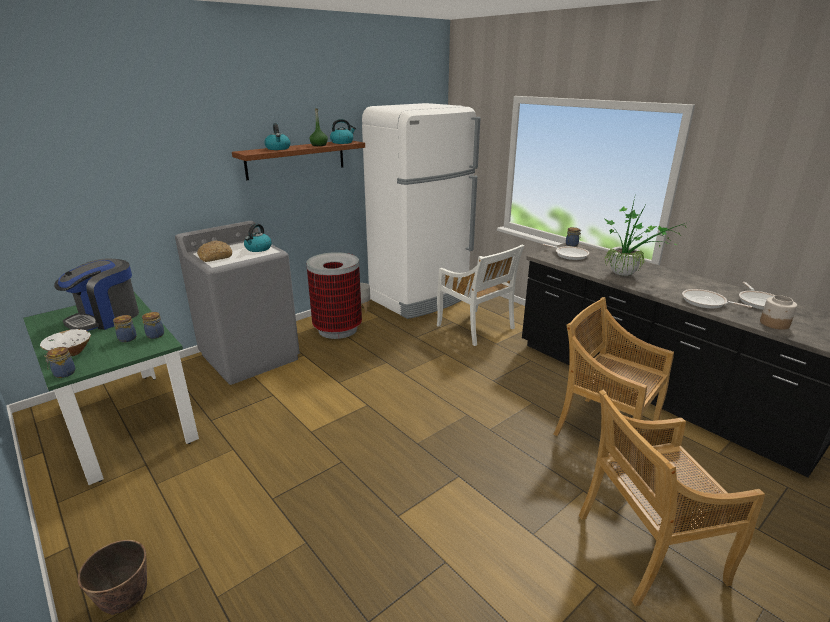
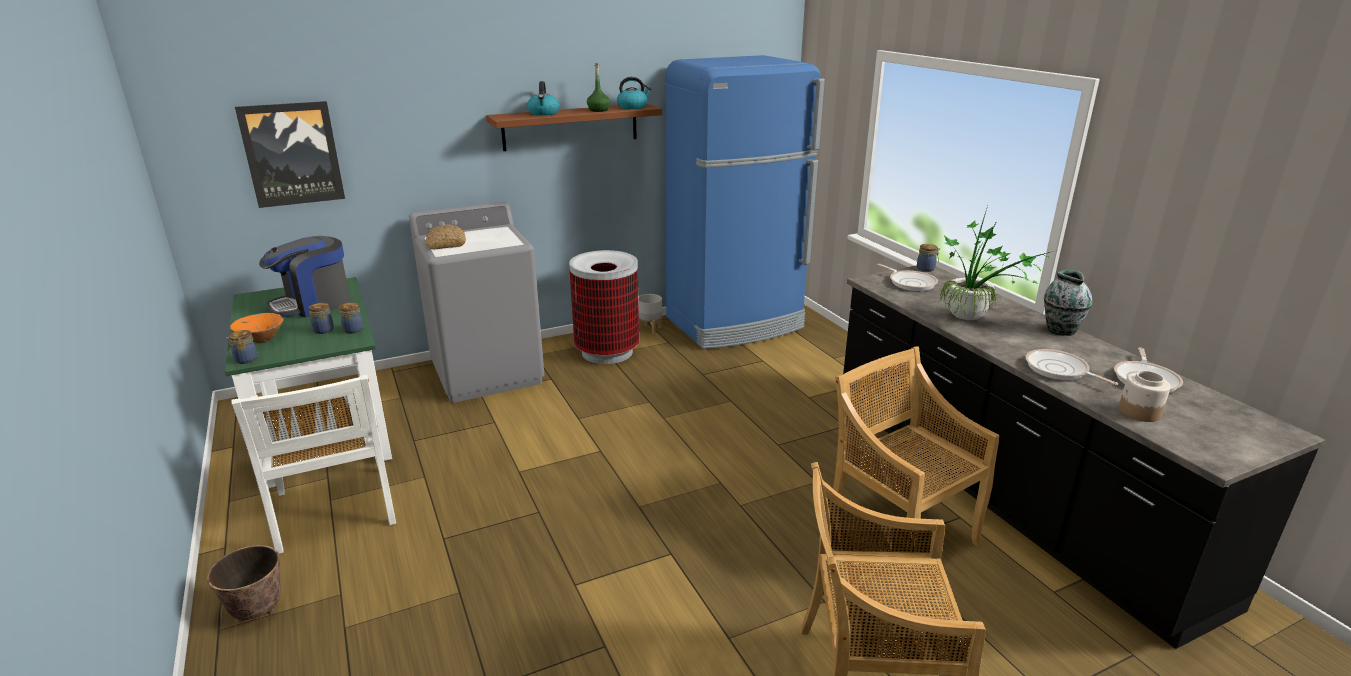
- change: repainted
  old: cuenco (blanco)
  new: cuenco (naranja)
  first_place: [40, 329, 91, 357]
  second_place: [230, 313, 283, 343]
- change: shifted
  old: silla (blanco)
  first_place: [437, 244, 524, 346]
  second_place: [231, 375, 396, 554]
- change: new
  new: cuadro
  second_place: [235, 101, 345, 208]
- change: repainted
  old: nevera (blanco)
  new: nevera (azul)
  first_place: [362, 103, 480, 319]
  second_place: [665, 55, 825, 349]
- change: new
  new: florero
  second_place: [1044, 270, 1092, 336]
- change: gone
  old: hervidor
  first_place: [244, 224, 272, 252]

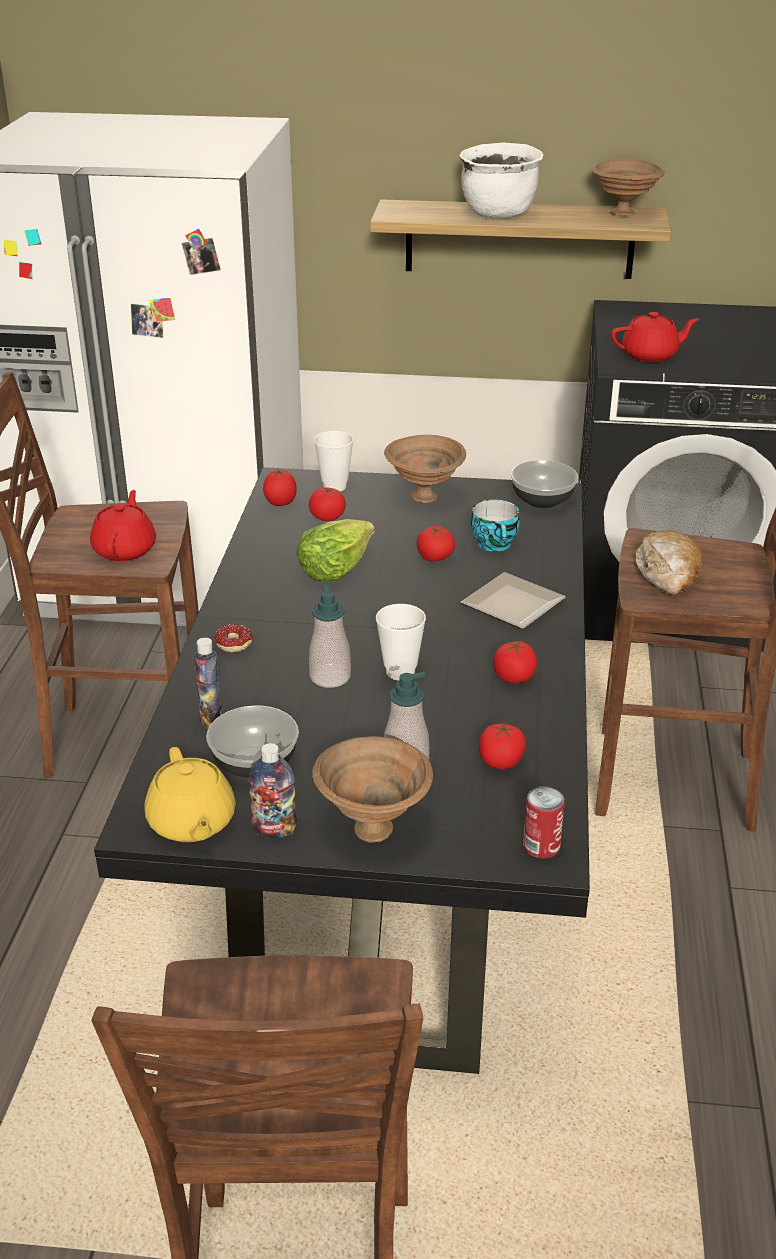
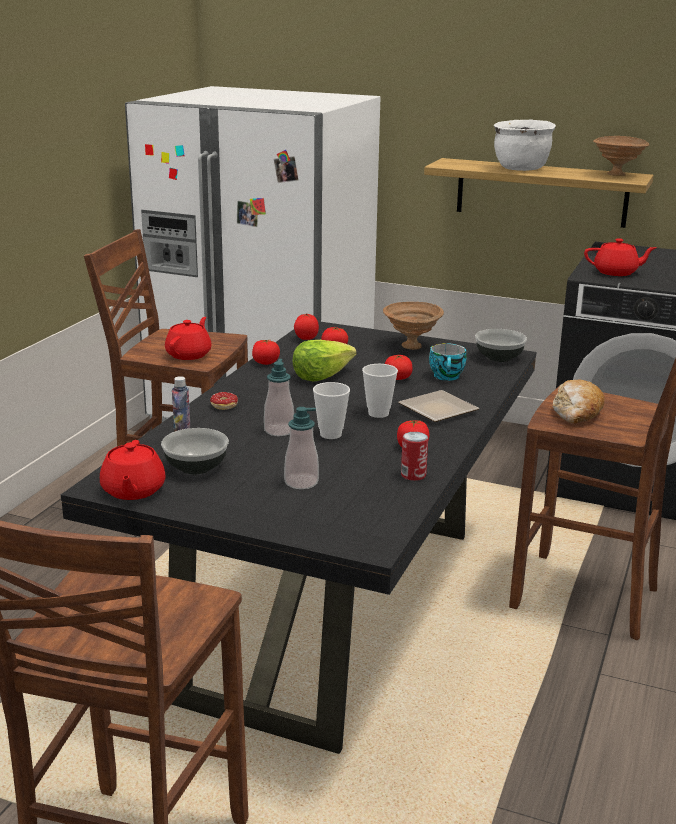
- change: repainted
  old: tetera (amarillo)
  new: tetera (rojo)
  first_place: [144, 747, 236, 842]
  second_place: [100, 440, 166, 500]
- change: shifted
  old: tomate
  first_place: [479, 722, 526, 769]
  second_place: [252, 340, 280, 365]
- change: shifted
  old: taza
  first_place: [314, 431, 354, 491]
  second_place: [362, 364, 398, 418]
- change: shifted
  old: lata
  first_place: [523, 787, 565, 858]
  second_place: [401, 432, 428, 481]
- change: gone
  old: botella
  first_place: [249, 743, 297, 838]
- change: gone
  old: cuenco (marrón)
  first_place: [312, 736, 433, 843]

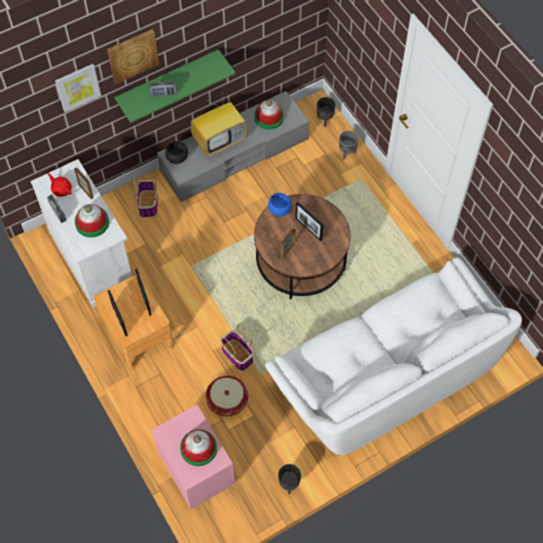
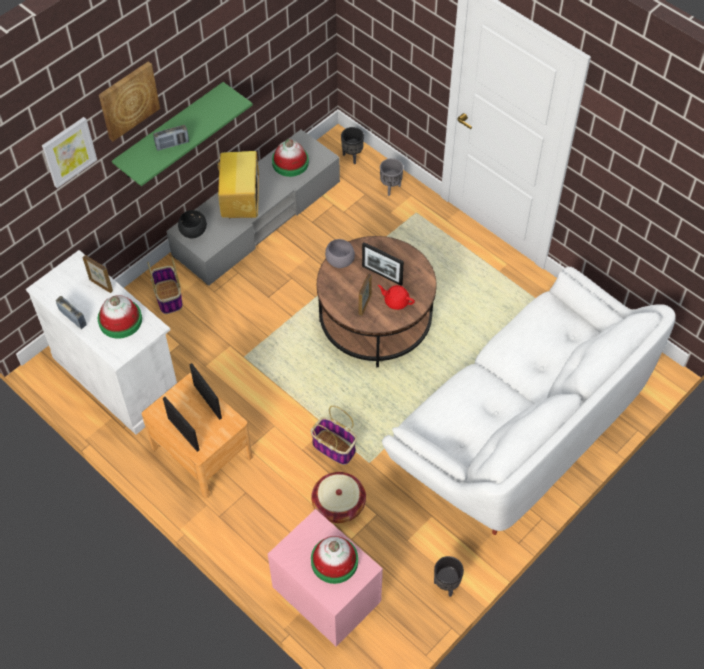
- change: rotated
  old: televisor
  first_place: [191, 92, 247, 157]
  second_place: [215, 138, 259, 218]
  degrees: -45
- change: repainted
  old: cuenco (azul)
  new: cuenco (gris)
  first_place: [268, 193, 292, 216]
  second_place: [325, 239, 355, 268]
- change: shifted
  old: tetera (rojo)
  first_place: [48, 173, 72, 197]
  second_place: [378, 285, 415, 310]

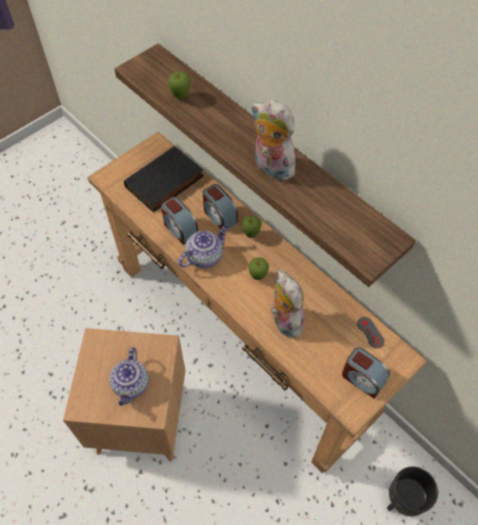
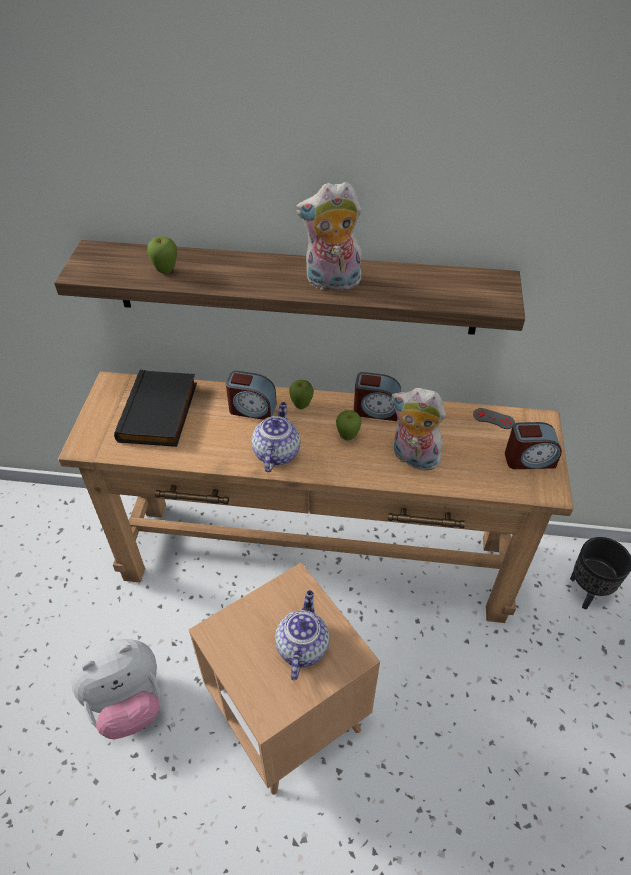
- change: new
  new: peluche
  second_place: [71, 639, 160, 739]
- change: rotated
  old: tetera
  first_place: [109, 347, 149, 406]
  second_place: [275, 590, 329, 680]
  degrees: -135
- change: shifted
  old: despertador
  first_place: [161, 197, 198, 245]
  second_place: [354, 372, 401, 421]

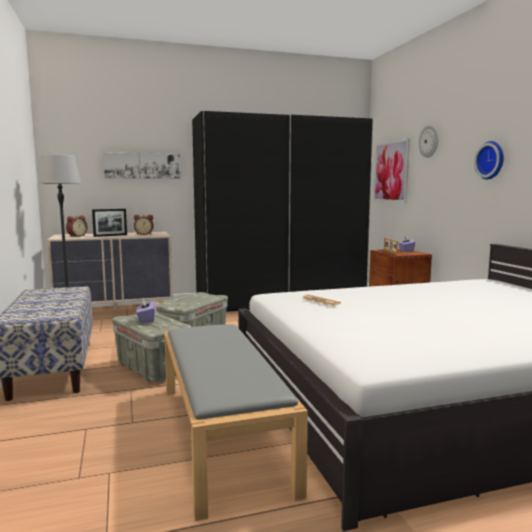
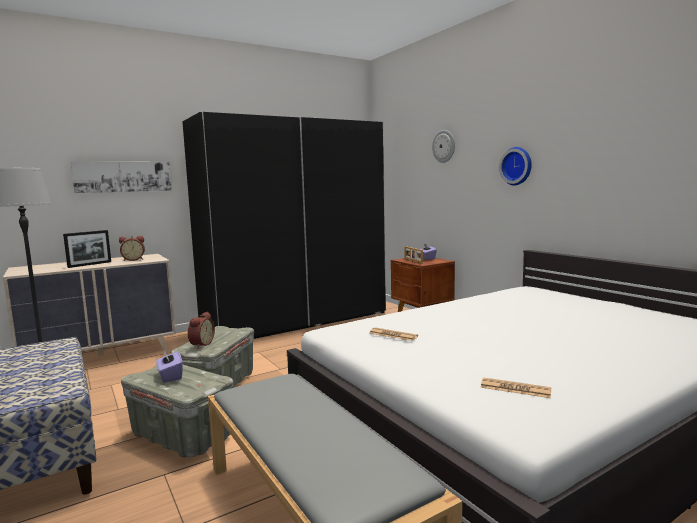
- change: shifted
  old: despertador
  first_place: [66, 215, 88, 237]
  second_place: [188, 312, 215, 348]
- change: new
  new: periódico
  second_place: [481, 378, 551, 398]
- change: gone
  old: cuadro
  first_place: [373, 138, 410, 203]

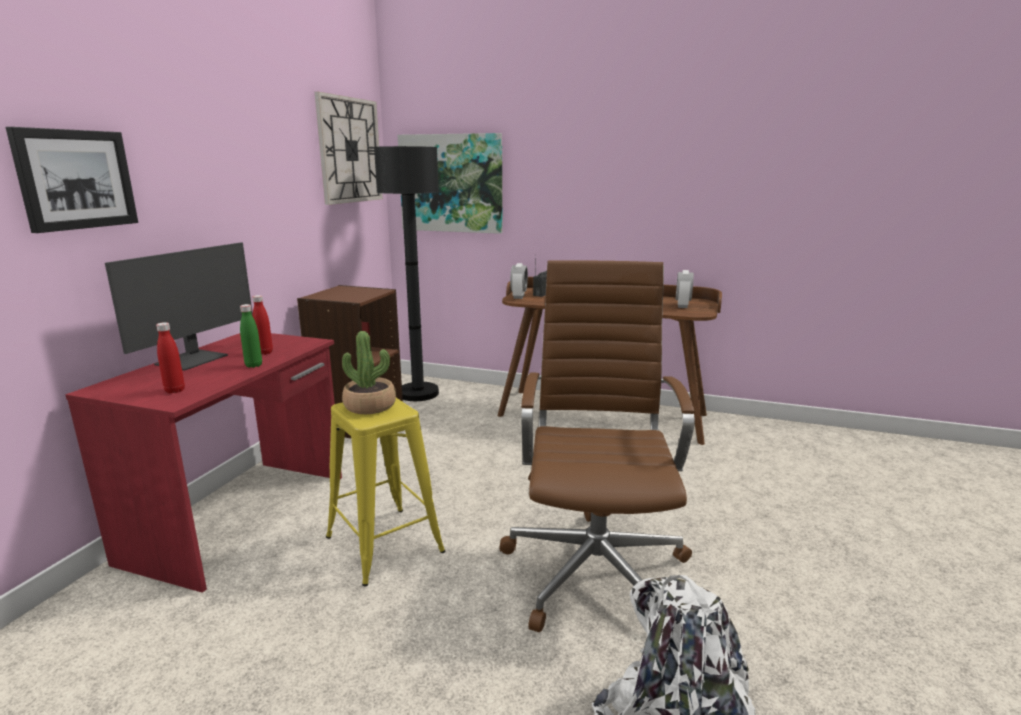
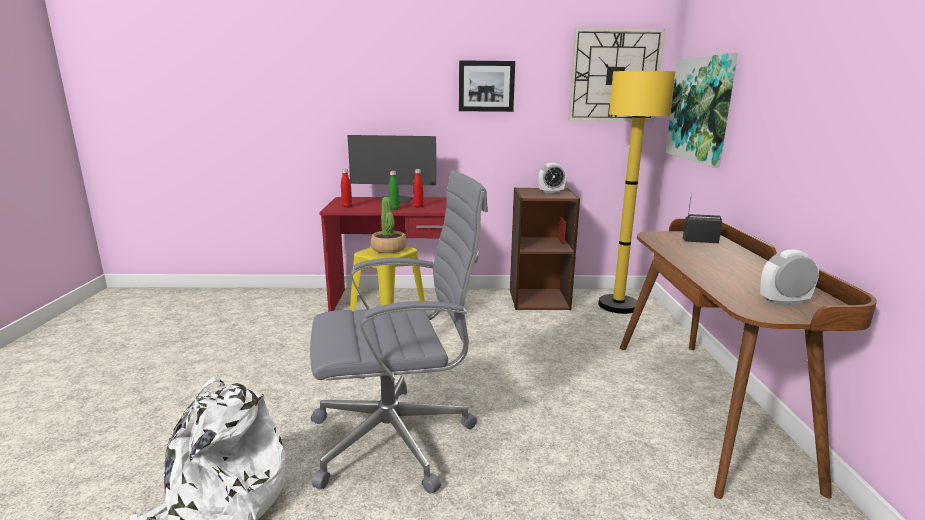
- change: repainted
  old: silla de oficina (marrón)
  new: silla de oficina (gris)
  first_place: [499, 260, 695, 632]
  second_place: [310, 170, 488, 494]
- change: shifted
  old: cuadro
  first_place: [6, 127, 138, 233]
  second_place: [459, 60, 515, 112]
- change: shifted
  old: despertador
  first_place: [510, 263, 528, 299]
  second_place: [538, 163, 566, 193]
- change: repainted
  old: lámpara de pie (negro)
  new: lámpara de pie (amarillo)
  first_place: [374, 146, 439, 401]
  second_place: [598, 71, 676, 314]

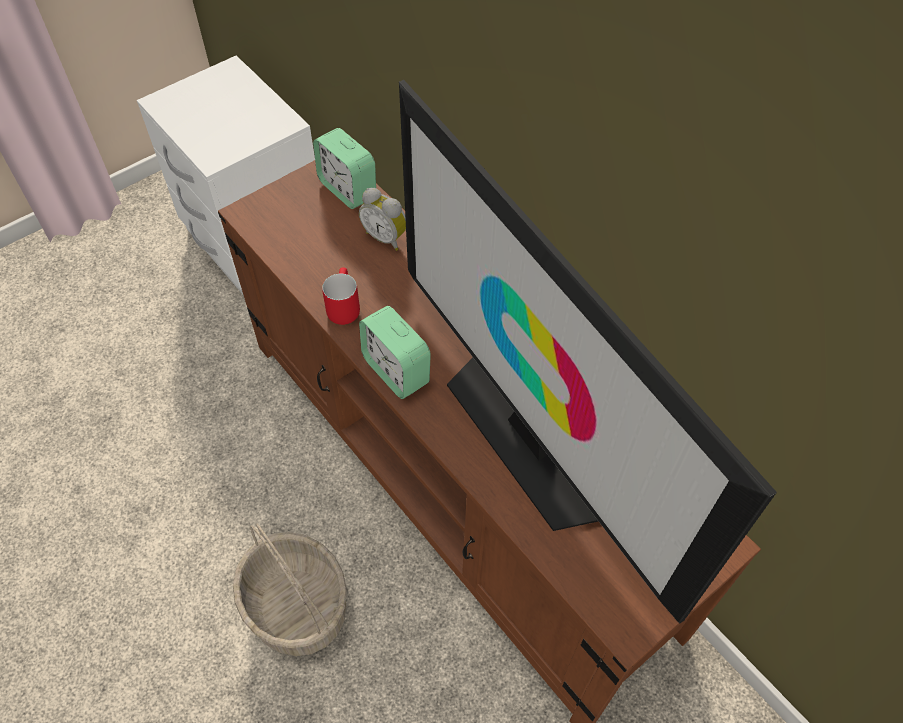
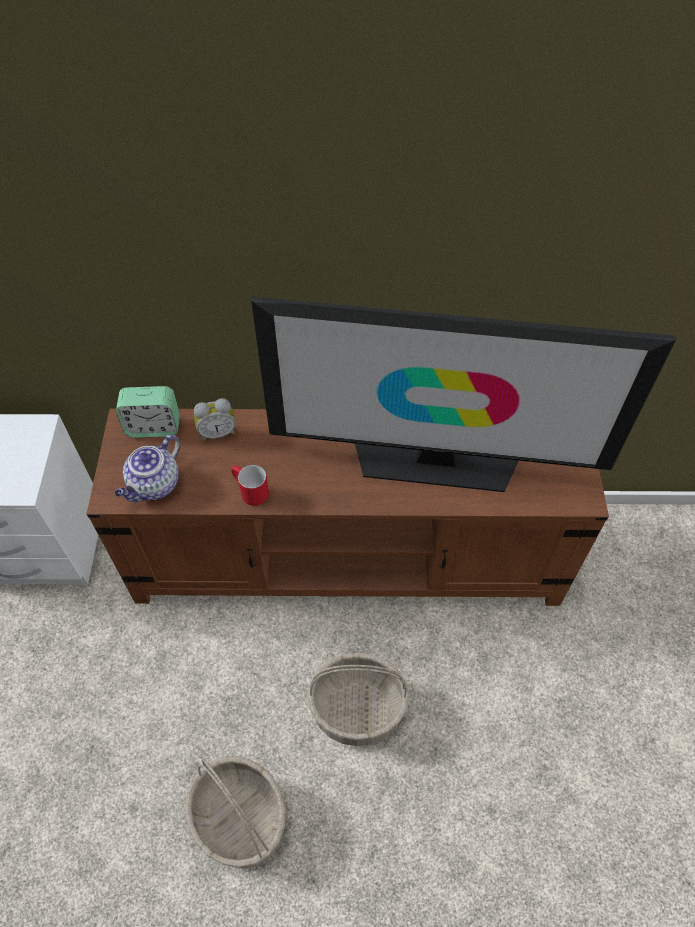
- change: new
  new: tetera
  second_place: [115, 435, 181, 502]
- change: new
  new: cesta
  second_place: [185, 756, 286, 869]
- change: gone
  old: despertador
  first_place: [359, 306, 431, 399]

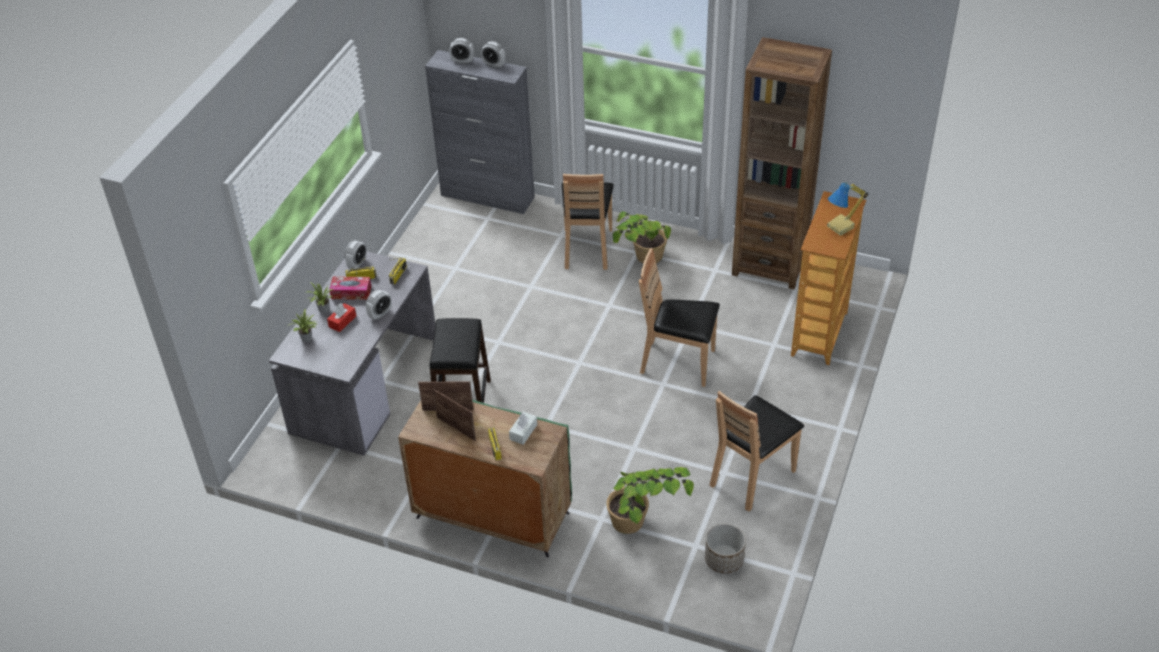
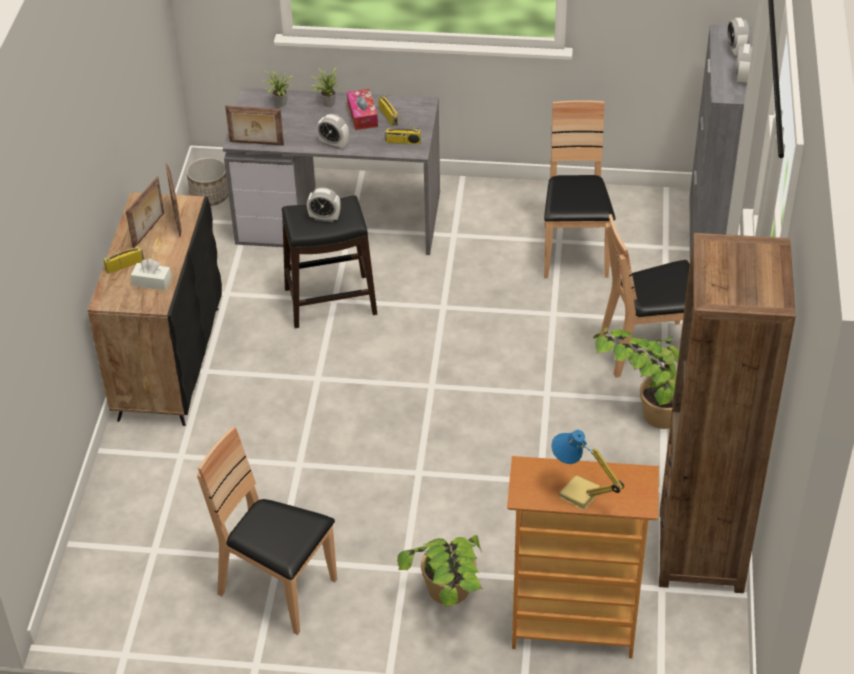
- change: repainted
  old: armario (verde)
  new: armario (negro)
  first_place: [398, 400, 572, 557]
  second_place: [88, 192, 222, 426]
- change: shifted
  old: maceta
  first_place: [705, 524, 746, 574]
  second_place: [186, 157, 229, 206]
- change: new
  new: portarretratos
  second_place: [225, 106, 284, 145]
- change: shifted
  old: despertador
  first_place: [345, 241, 366, 269]
  second_place: [307, 187, 341, 222]
- change: shifted
  old: planta en maceta
  first_place: [606, 467, 694, 534]
  second_place: [397, 535, 483, 607]
- change: shifted
  old: silla (marrón)
  first_place: [639, 248, 720, 387]
  second_place: [544, 100, 615, 278]
- change: gone
  old: caja de pañuelos (rojo)
  first_place: [327, 303, 356, 332]

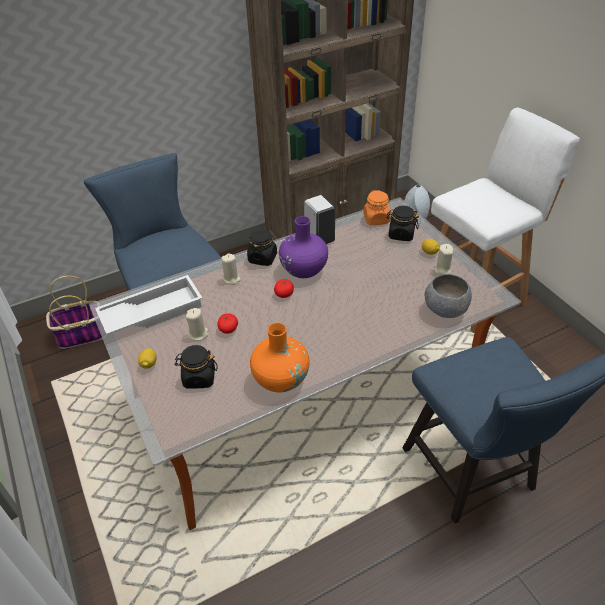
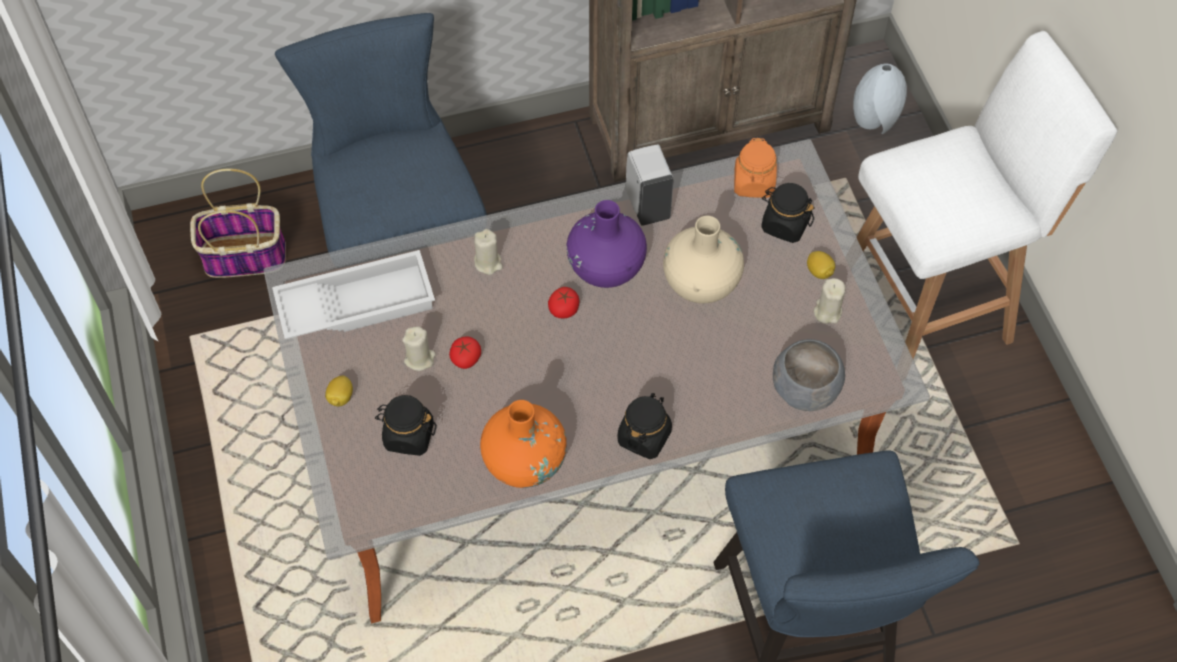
- change: shifted
  old: tarro (negro)
  first_place: [247, 228, 277, 266]
  second_place: [617, 393, 672, 459]
- change: new
  new: florero (beis)
  second_place: [663, 216, 744, 303]

